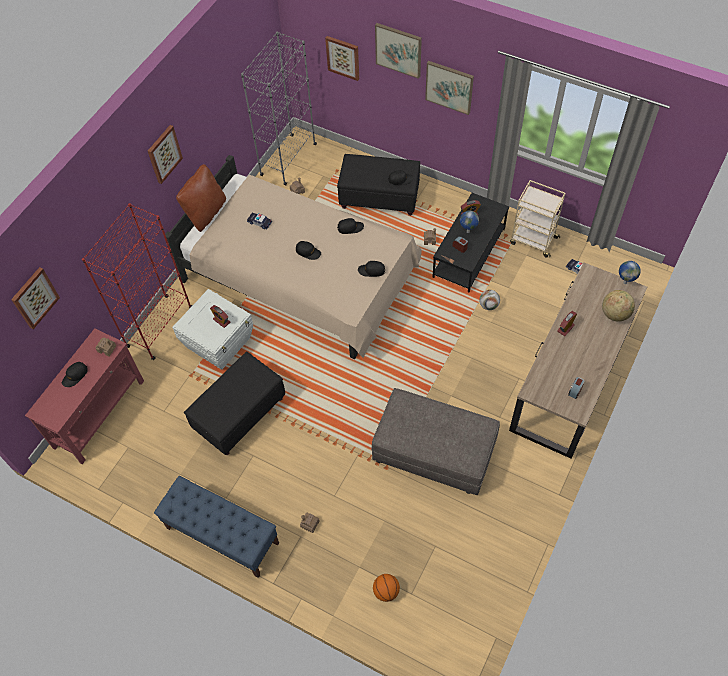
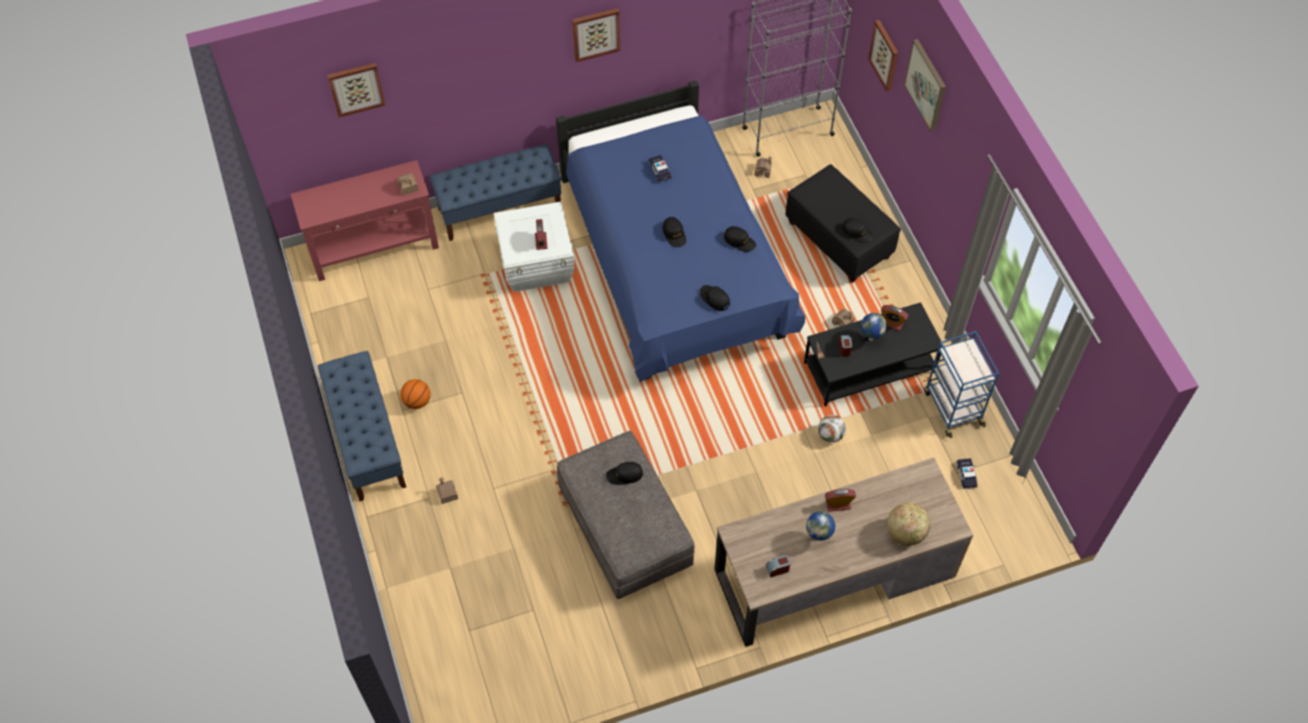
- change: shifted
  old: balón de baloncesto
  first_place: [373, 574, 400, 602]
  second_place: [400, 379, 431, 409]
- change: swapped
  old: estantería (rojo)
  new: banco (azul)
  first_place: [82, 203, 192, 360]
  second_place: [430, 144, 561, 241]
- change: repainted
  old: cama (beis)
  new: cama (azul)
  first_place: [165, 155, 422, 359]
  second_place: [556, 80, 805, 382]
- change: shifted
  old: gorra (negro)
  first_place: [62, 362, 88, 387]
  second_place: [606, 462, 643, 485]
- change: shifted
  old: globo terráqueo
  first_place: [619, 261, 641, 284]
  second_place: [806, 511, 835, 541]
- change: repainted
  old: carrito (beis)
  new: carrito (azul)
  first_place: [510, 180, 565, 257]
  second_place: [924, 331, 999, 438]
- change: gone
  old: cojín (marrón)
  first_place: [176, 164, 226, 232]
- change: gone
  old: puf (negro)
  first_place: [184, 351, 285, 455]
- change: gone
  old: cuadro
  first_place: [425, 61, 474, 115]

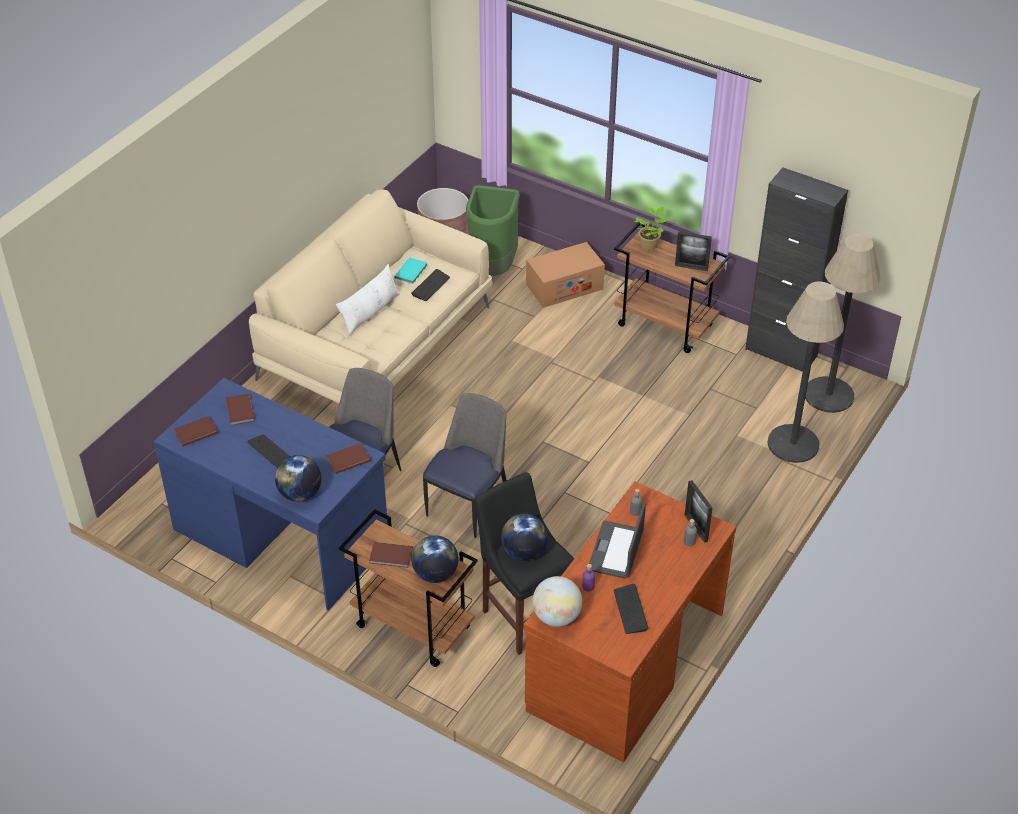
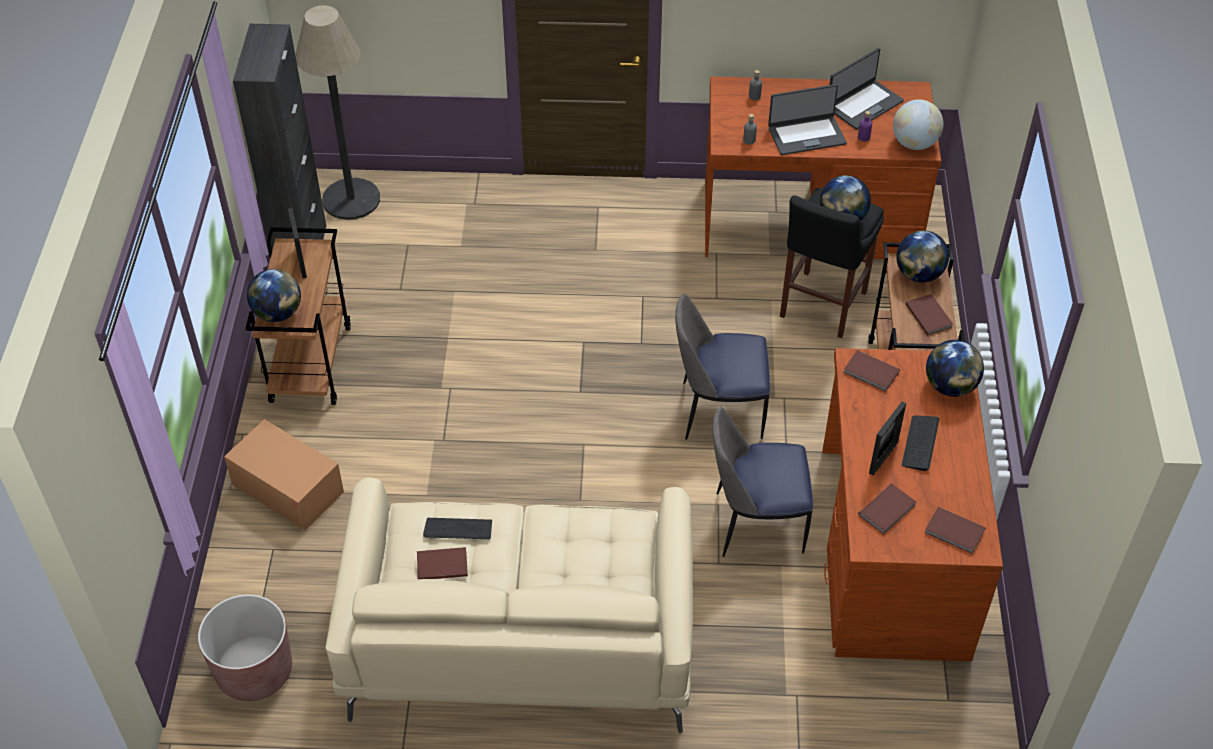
- change: swapped
  old: planta en maceta
  new: globo terráqueo
  first_place: [634, 207, 668, 251]
  second_place: [247, 269, 301, 322]
- change: repainted
  old: libro (turquesa)
  new: libro (marrón)
  first_place: [394, 257, 427, 284]
  second_place: [417, 547, 468, 579]
- change: repainted
  old: escritorio (azul)
  new: escritorio (marrón)
  first_place: [154, 378, 388, 611]
  second_place: [822, 348, 1003, 662]
- change: swapped
  old: teclado
  new: portátil
  first_place: [614, 584, 648, 634]
  second_place: [829, 48, 904, 129]
- change: shifted
  old: portarretratos
  first_place: [685, 480, 712, 543]
  second_place: [869, 402, 906, 476]
- change: gone
  old: cojín (blanco)
  first_place: [336, 264, 400, 336]
- change: gone
  old: papelera (verde)
  first_place: [466, 185, 520, 276]
- change: gone
  old: lámpara de pie
  first_place: [767, 281, 844, 463]

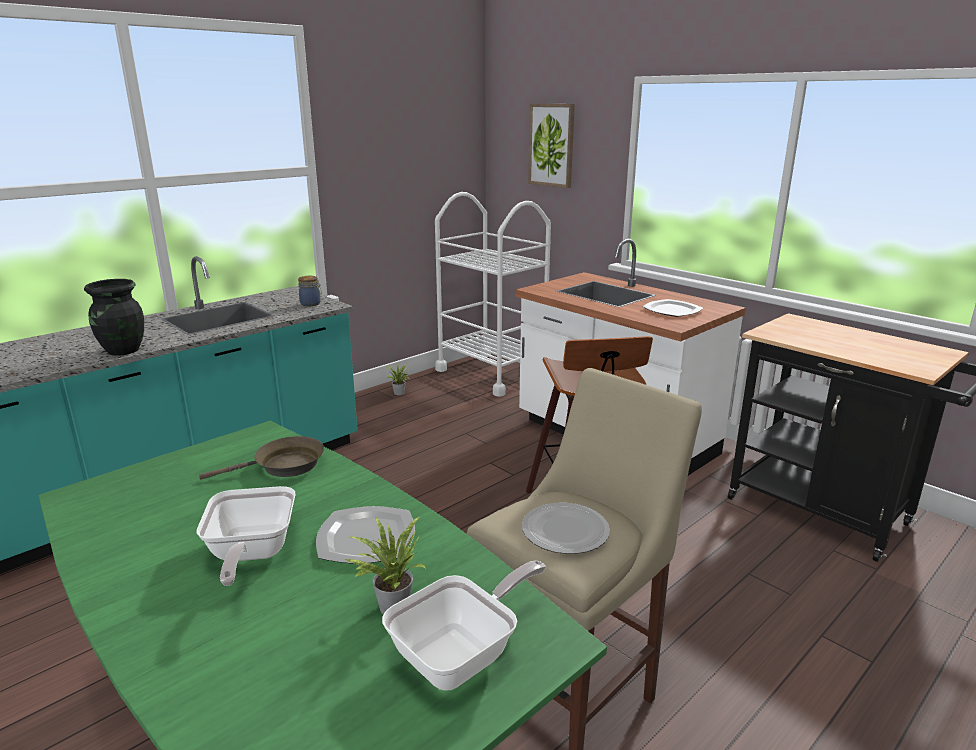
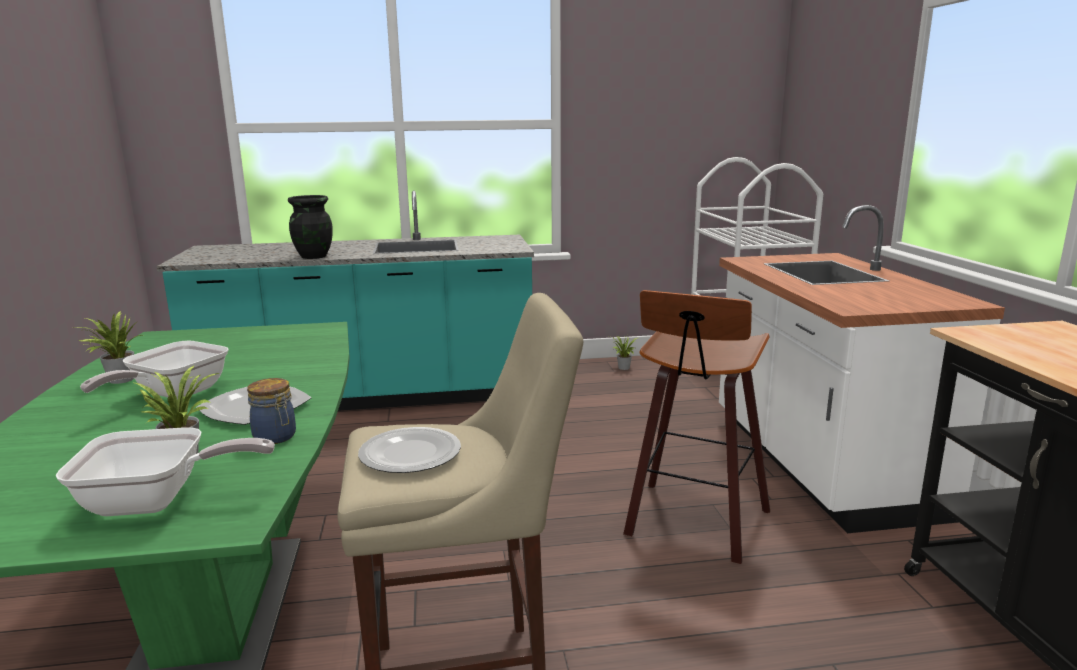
- change: new
  new: planta en maceta
  second_place: [73, 311, 142, 384]
- change: shifted
  old: tarro
  first_place: [298, 276, 322, 306]
  second_place: [247, 378, 296, 444]
- change: gone
  old: sartén (marrón)
  first_place: [199, 436, 324, 480]
- change: gone
  old: cuadro
  first_place: [528, 104, 575, 188]
- change: gone
  old: plato
  first_place: [642, 299, 703, 317]

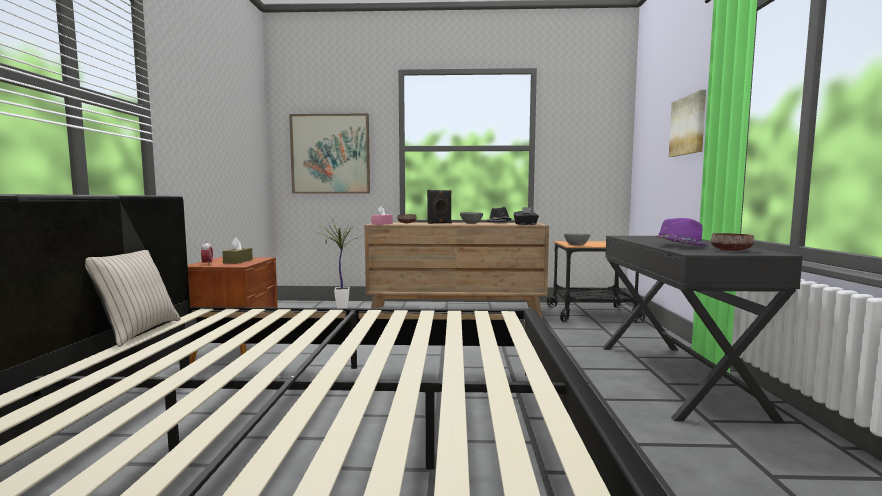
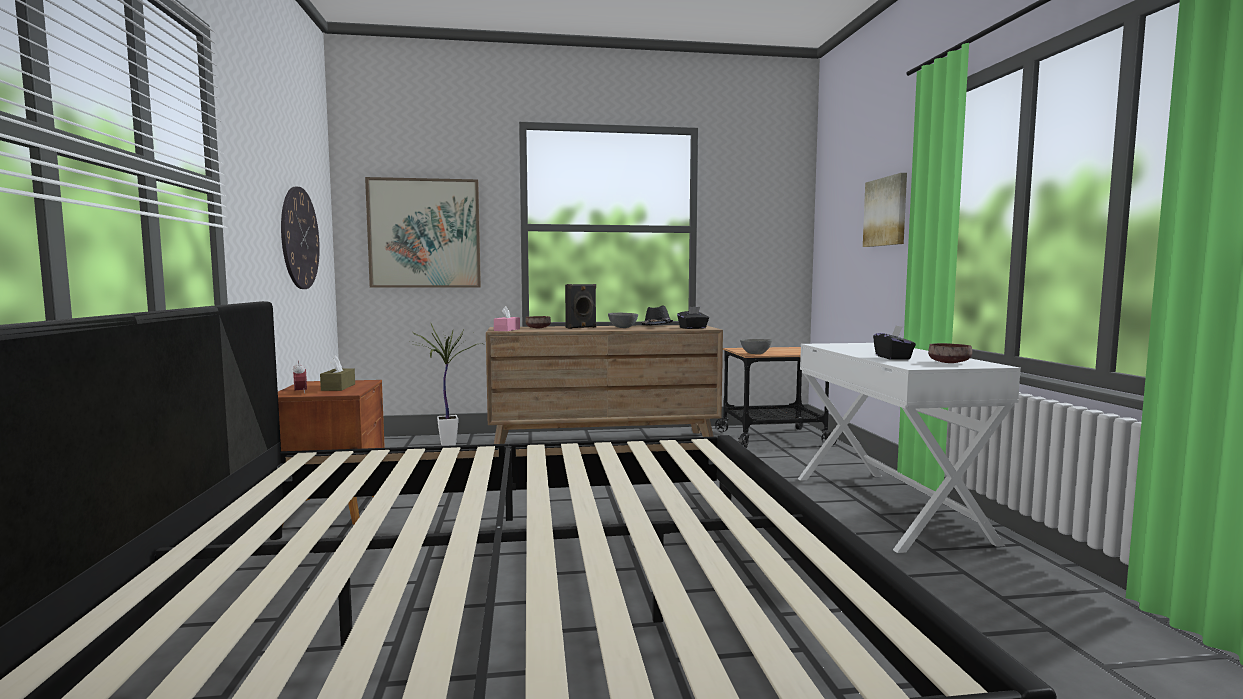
- change: new
  new: reloj de pared
  second_place: [281, 187, 320, 289]
- change: repainted
  old: escritorio (negro)
  new: escritorio (blanco)
  first_place: [603, 236, 803, 423]
  second_place: [798, 343, 1021, 553]
- change: swapped
  old: sombrero (morado)
  new: caja de pañuelos (negro)
  first_place: [654, 218, 708, 246]
  second_place: [873, 326, 916, 360]
- change: gone
  old: cojín (beis)
  first_place: [85, 250, 181, 347]

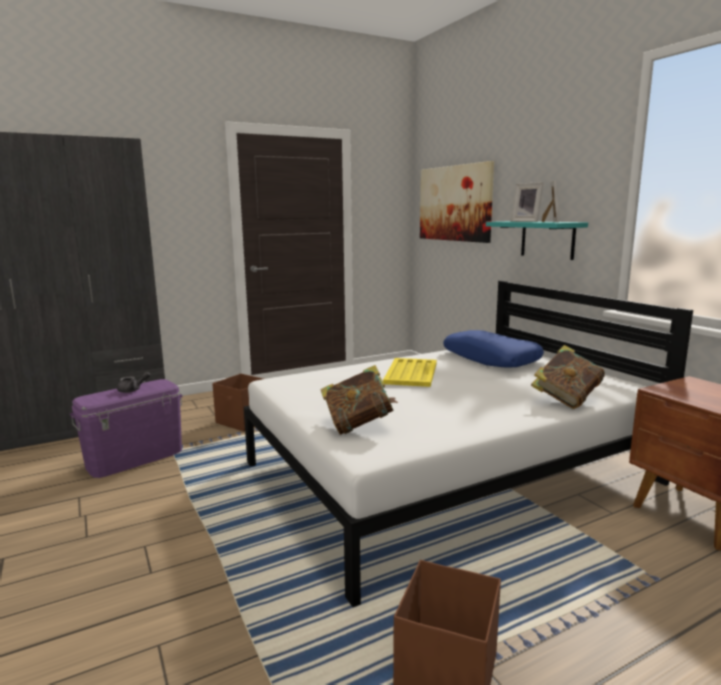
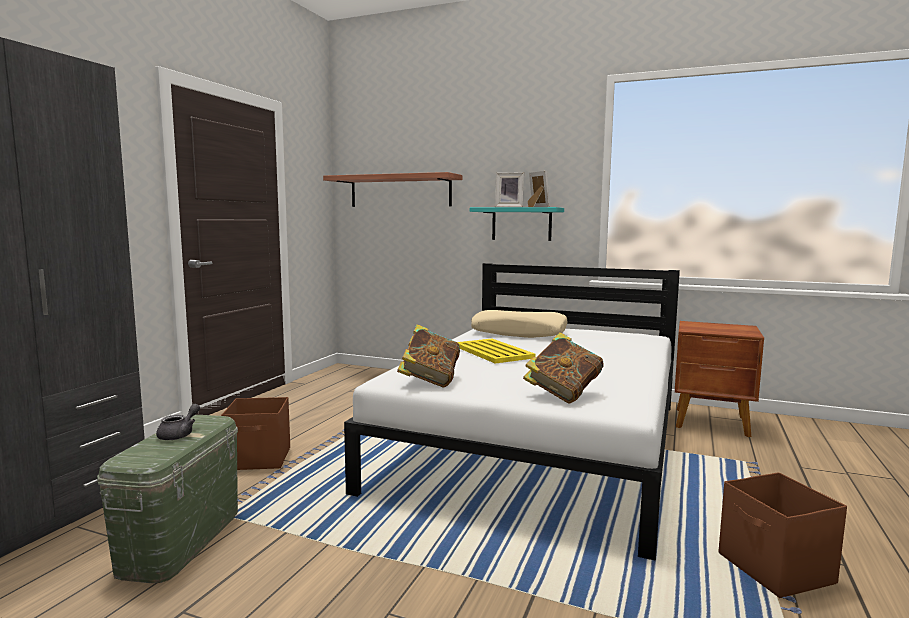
- change: repainted
  old: caja de almacenaje (morado)
  new: caja de almacenaje (verde)
  first_place: [70, 379, 183, 478]
  second_place: [97, 415, 238, 583]
- change: swapped
  old: cuadro
  new: estante
  first_place: [420, 161, 494, 243]
  second_place: [323, 172, 462, 207]
- change: shifted
  old: libro
  first_place: [531, 345, 605, 409]
  second_place: [397, 324, 460, 387]
- change: repainted
  old: cojín (azul)
  new: cojín (beis)
  first_place: [443, 330, 544, 368]
  second_place: [471, 310, 567, 338]

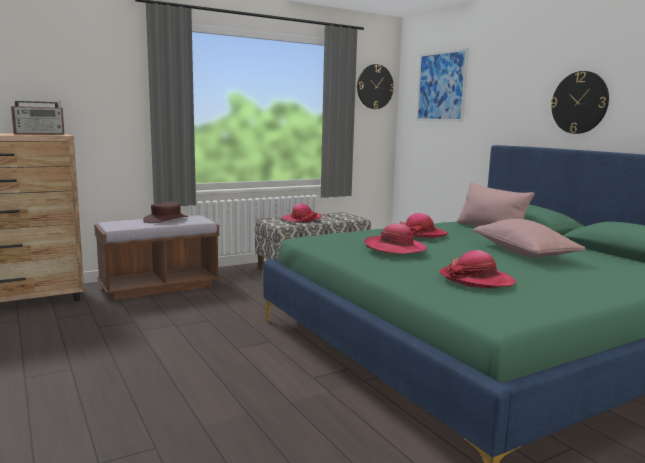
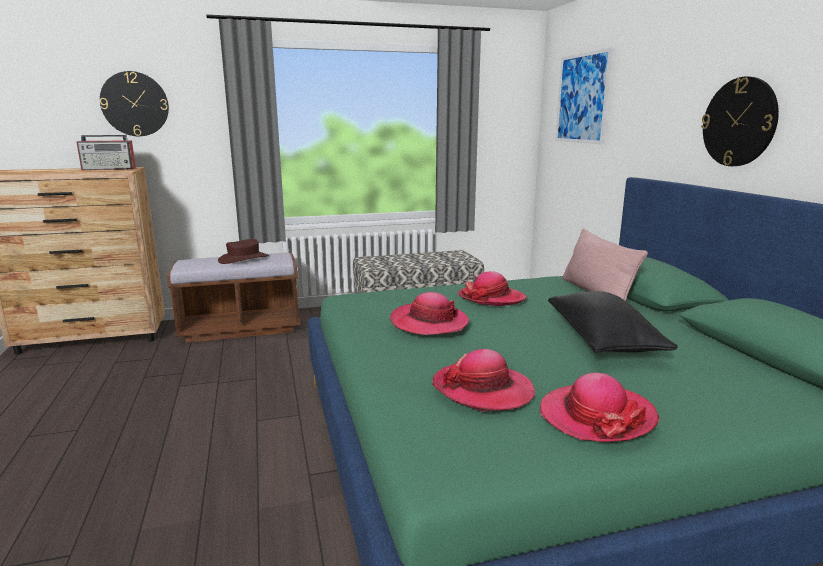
- change: shifted
  old: reloj de pared
  first_place: [357, 64, 394, 109]
  second_place: [100, 71, 169, 136]
- change: shifted
  old: sombrero
  first_place: [282, 204, 322, 222]
  second_place: [539, 373, 660, 442]
- change: repainted
  old: cojín (rosa)
  new: cojín (negro)
  first_place: [473, 219, 586, 257]
  second_place: [548, 291, 678, 353]

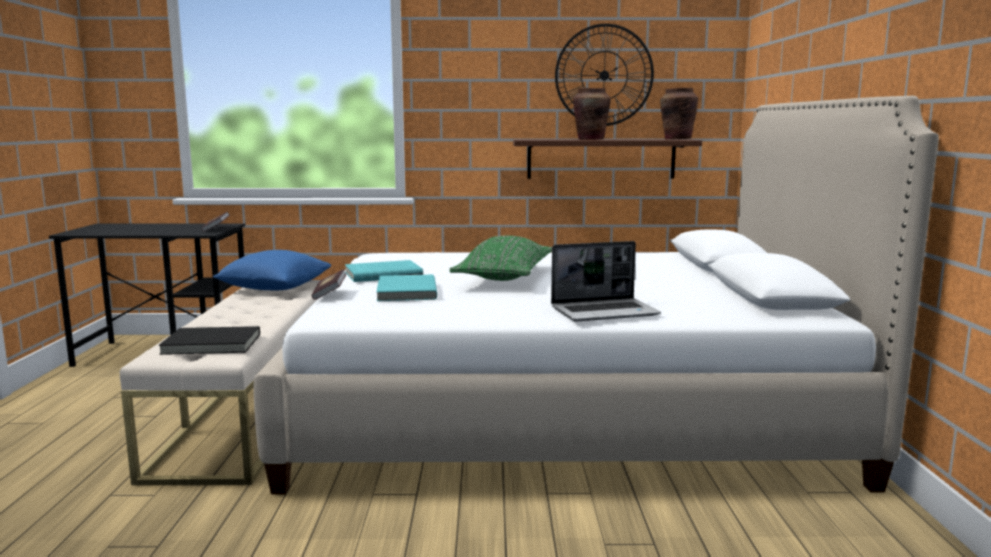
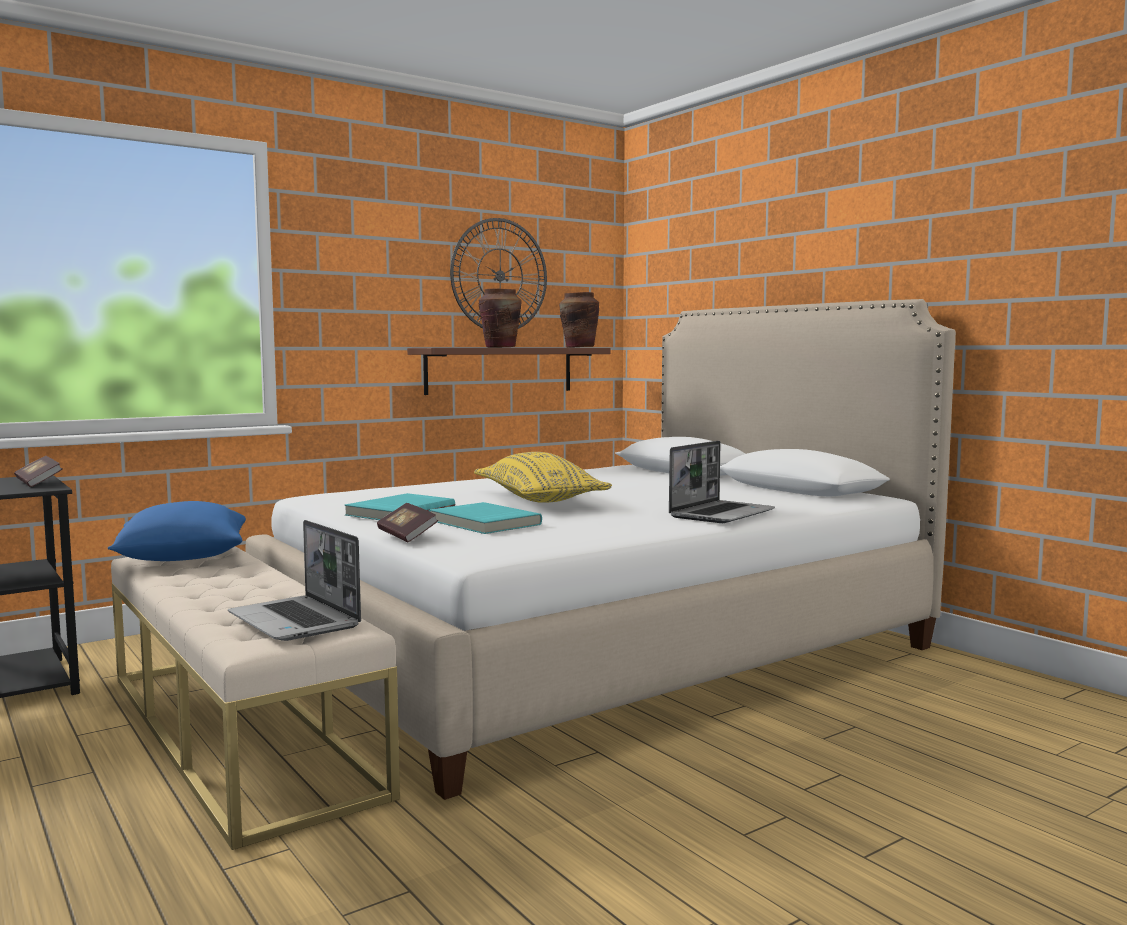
- change: swapped
  old: libro (negro)
  new: portátil
  first_place: [159, 326, 260, 355]
  second_place: [228, 520, 361, 641]
- change: repainted
  old: cojín (verde)
  new: cojín (amarillo)
  first_place: [450, 236, 552, 281]
  second_place: [474, 452, 612, 503]

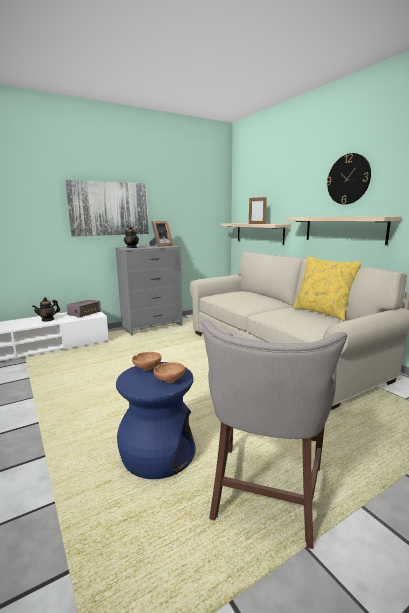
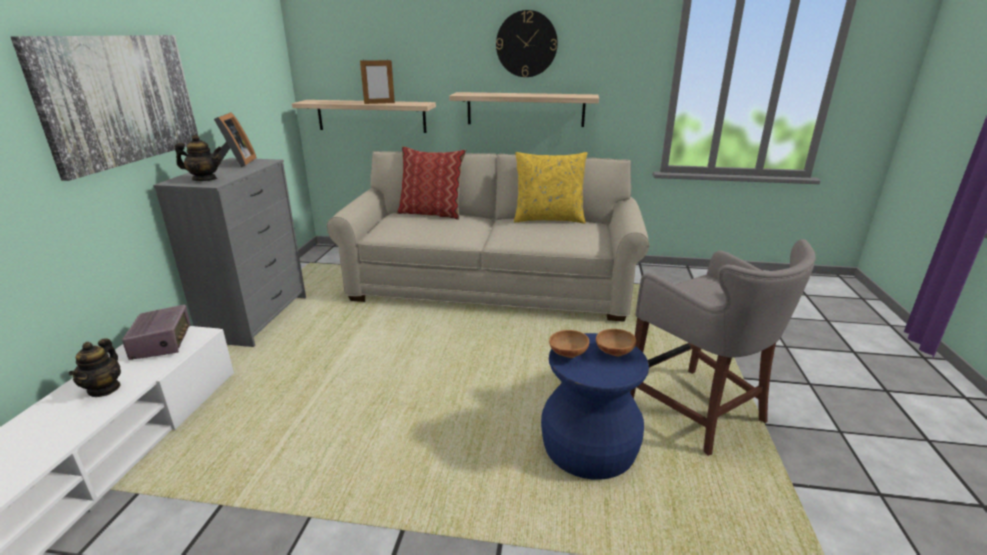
- change: new
  new: cojín
  second_place: [397, 146, 466, 220]

